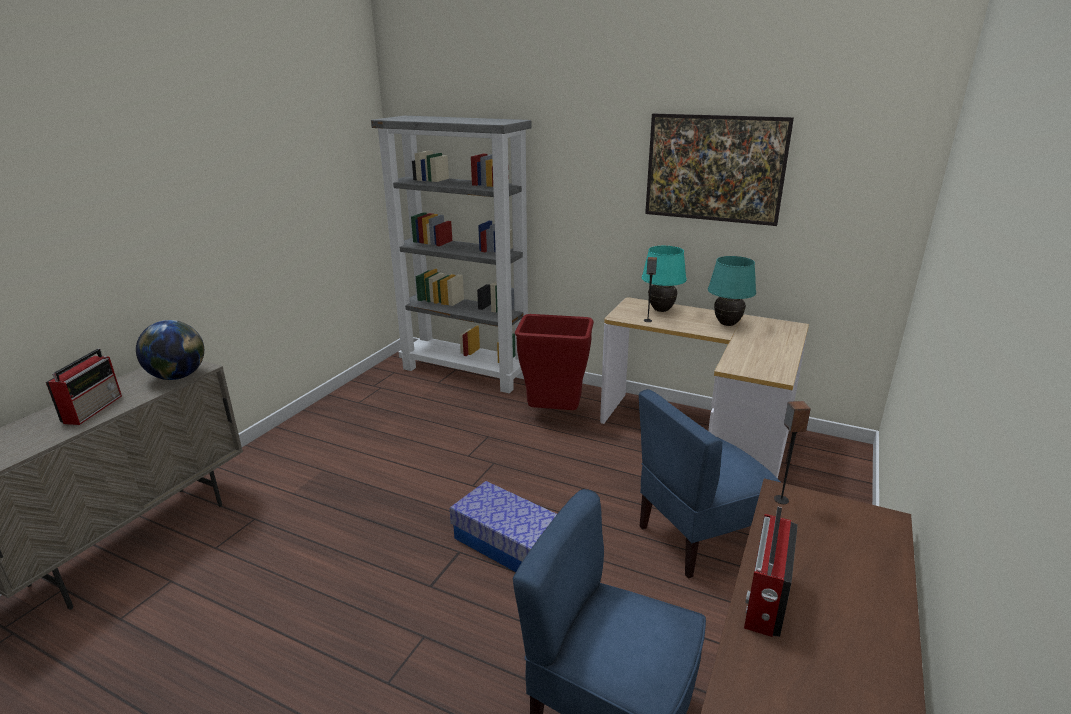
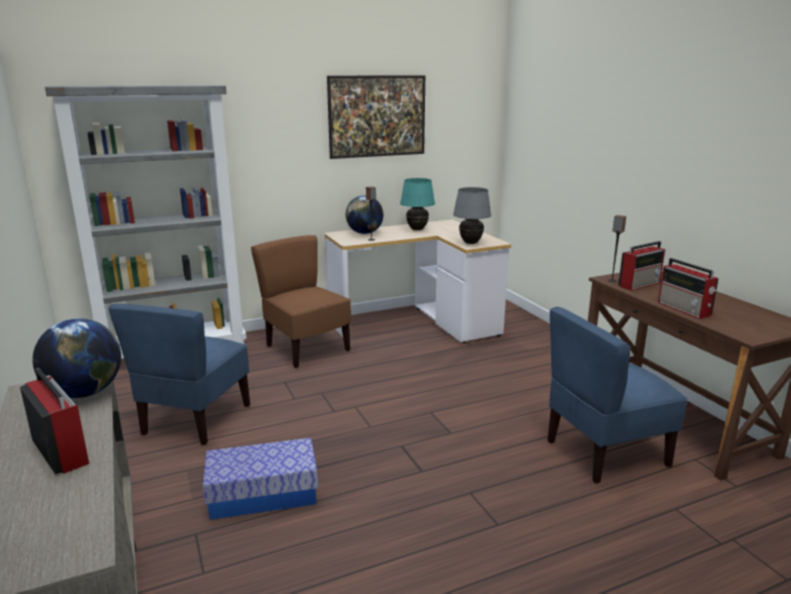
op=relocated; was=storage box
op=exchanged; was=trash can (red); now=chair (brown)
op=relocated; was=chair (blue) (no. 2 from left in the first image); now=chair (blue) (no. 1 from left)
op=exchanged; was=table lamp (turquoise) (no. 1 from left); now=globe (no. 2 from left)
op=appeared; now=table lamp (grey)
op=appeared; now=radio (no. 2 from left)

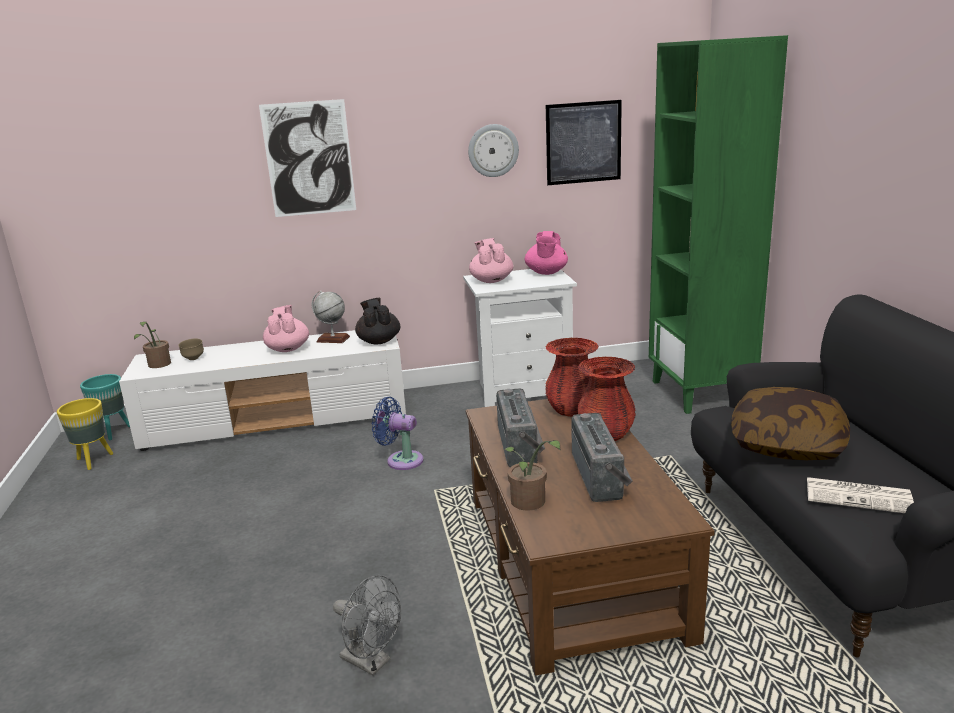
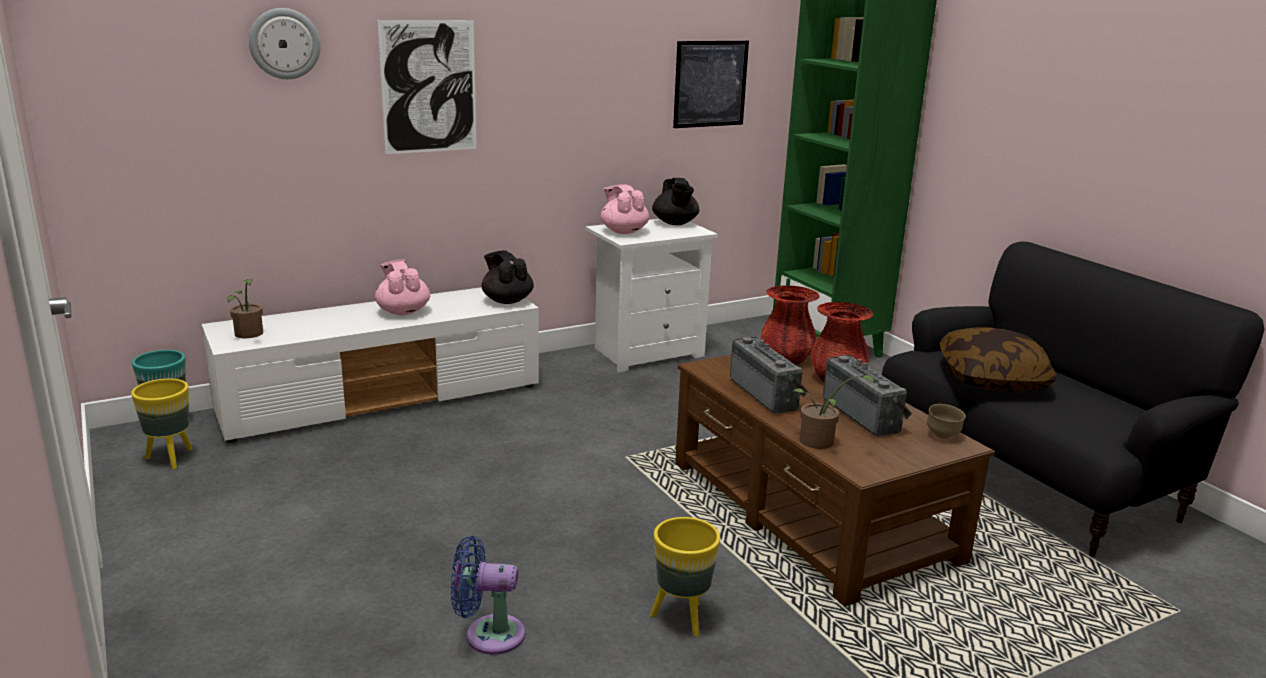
op=relocated; was=bowl (brown)
op=missing; was=globe
op=exchanged; was=fan (grey); now=planter (yellow) (no. 2 from left)
op=relocated; was=fan (blue)
op=relocated; was=wall clock
op=colour; was=teapot (pink) (no. 3 from left); now=teapot (black) (no. 2 from left)
op=missing; was=newspaper

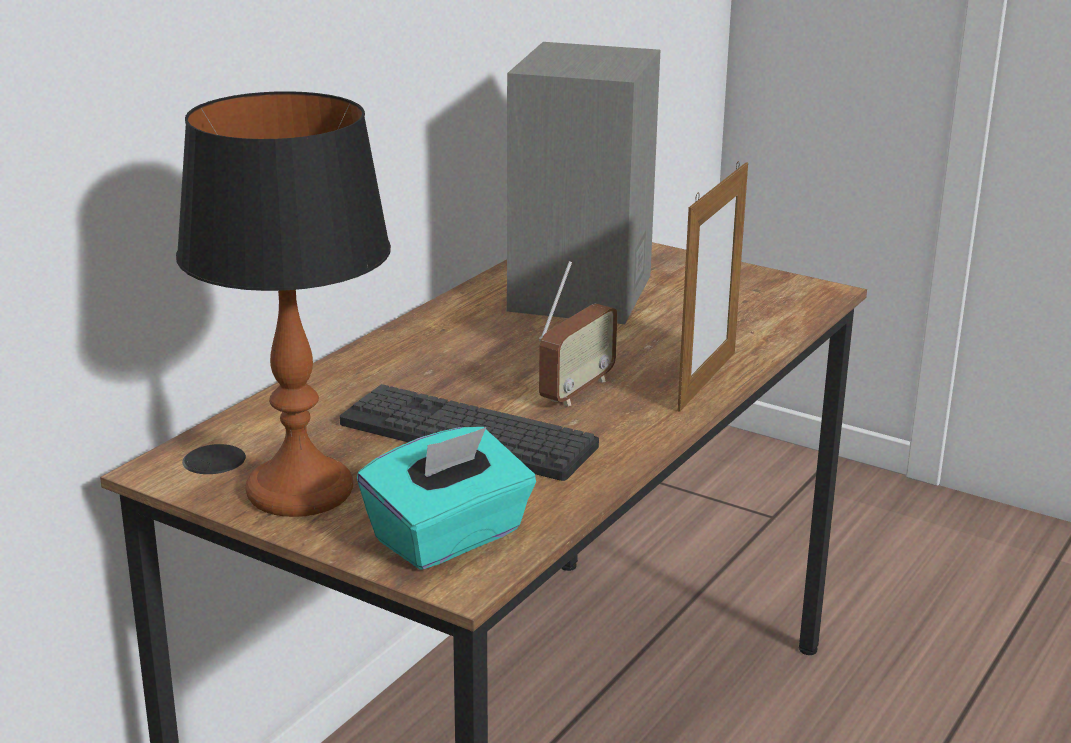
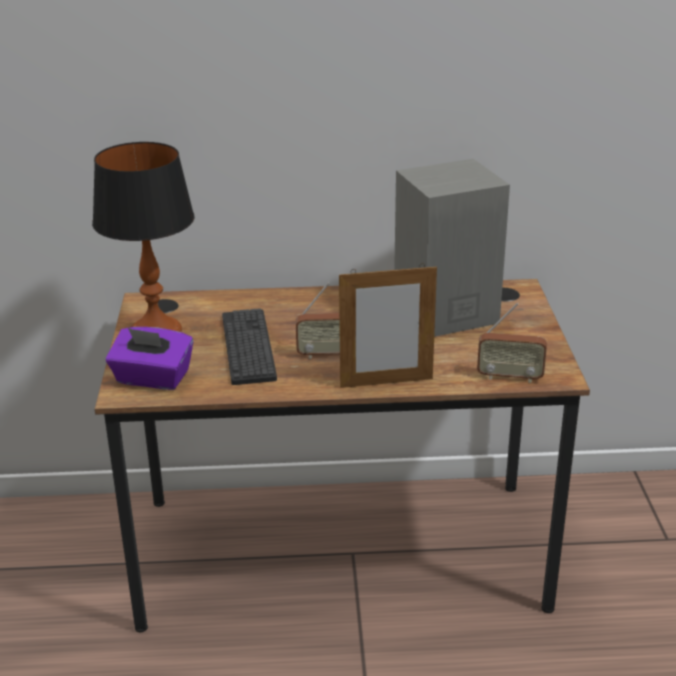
op=colour; was=tissue box (turquoise); now=tissue box (purple)
op=appeared; now=radio (no. 2 from left)

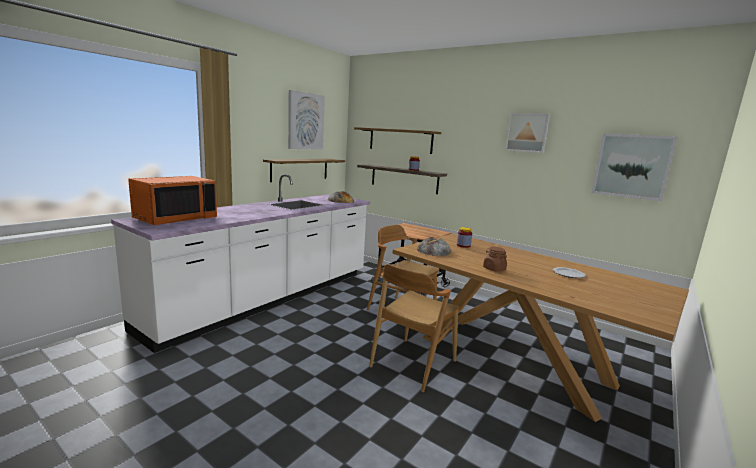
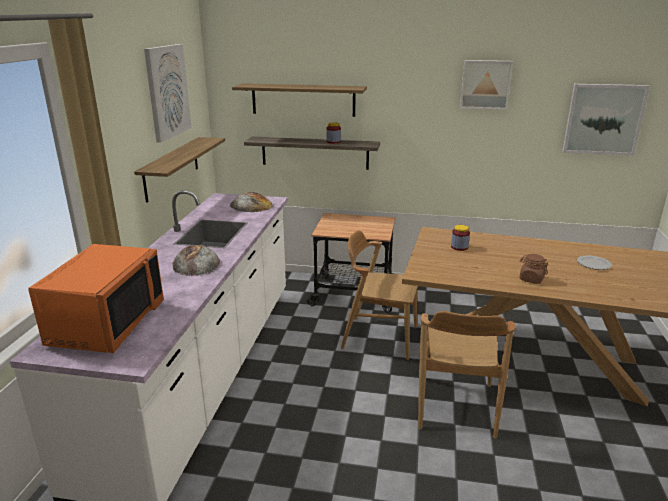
op=relocated; was=bread (no. 2 from left in the first image); now=bread (no. 1 from left)

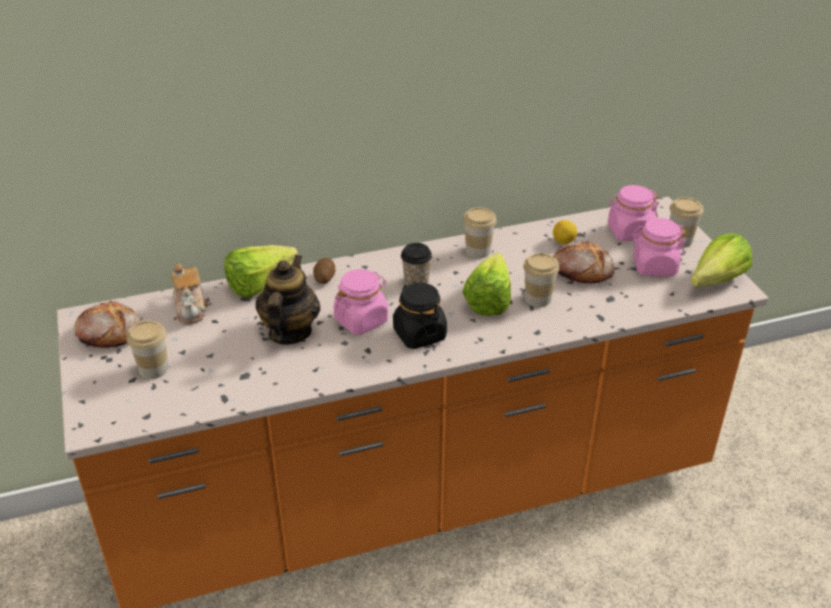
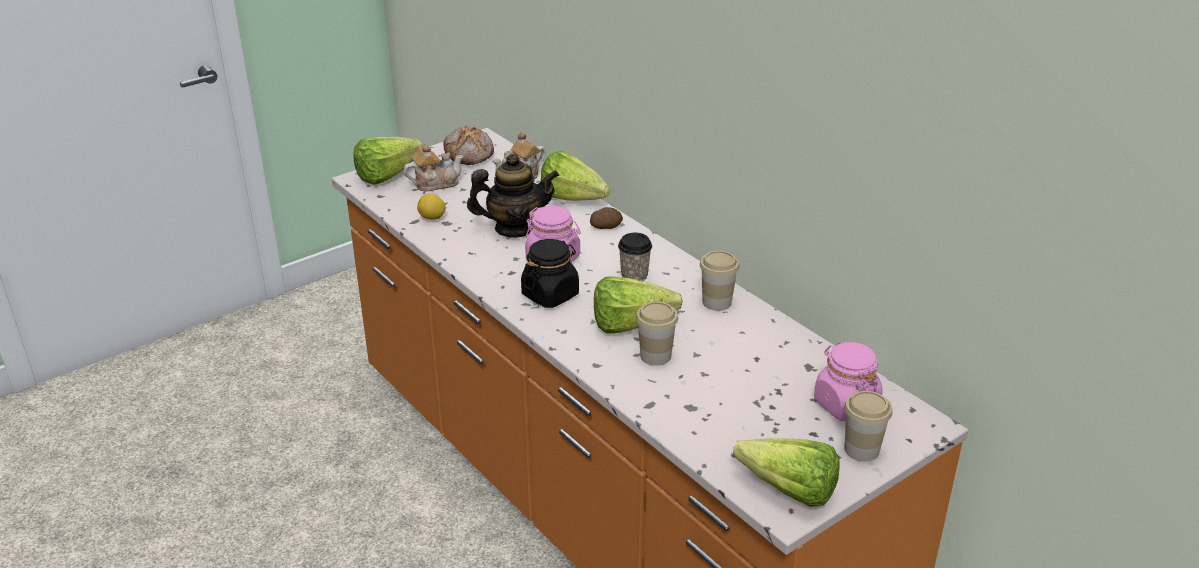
op=exchanged; was=cup (no. 1 from left); now=teapot (no. 1 from left)
op=relocated; was=lemon
op=missing; was=bread (no. 2 from left)
op=missing; was=jar (pink) (no. 3 from left)
op=appeared; now=lettuce (no. 1 from left)

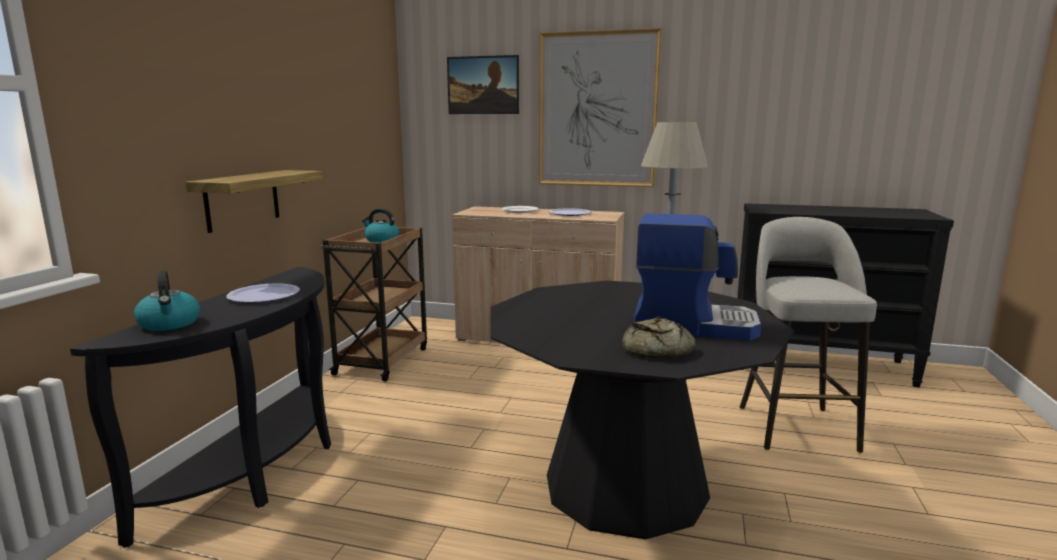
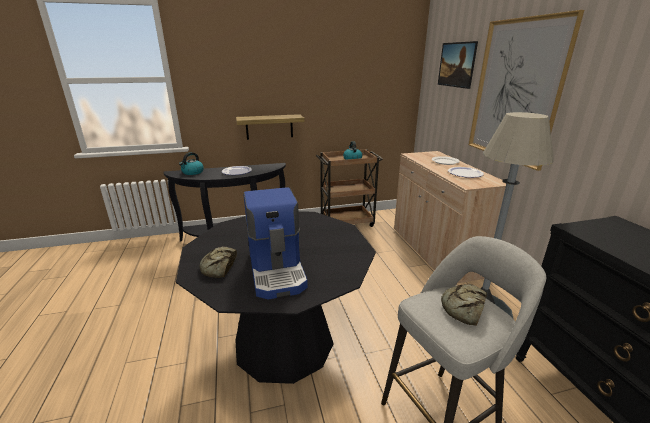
op=appeared; now=bread (no. 2 from left)

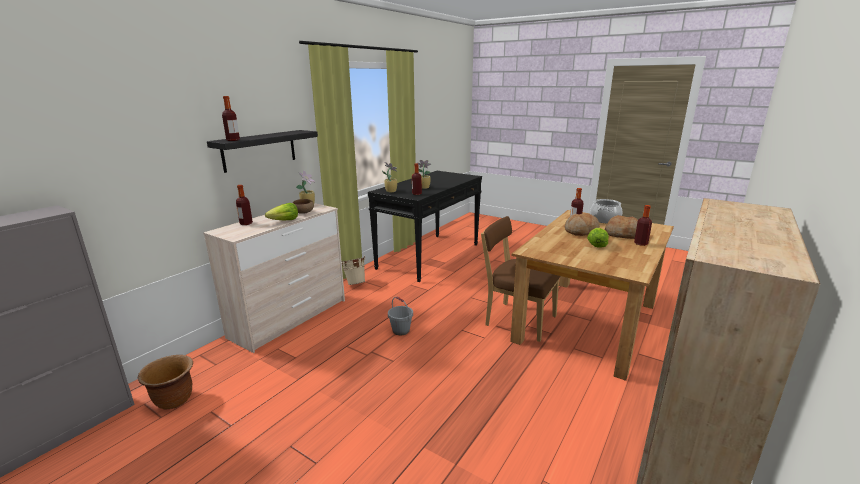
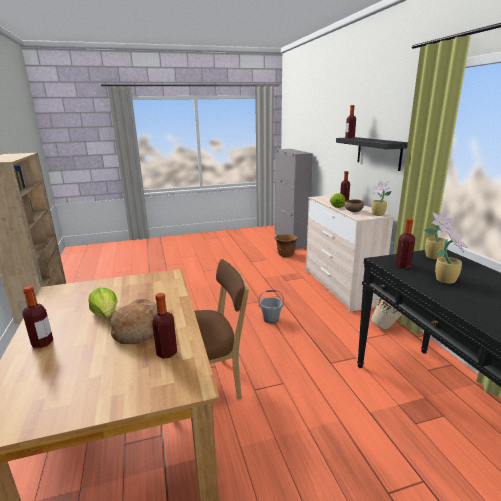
op=missing; was=cooking pot
op=missing; was=bread (no. 2 from left)

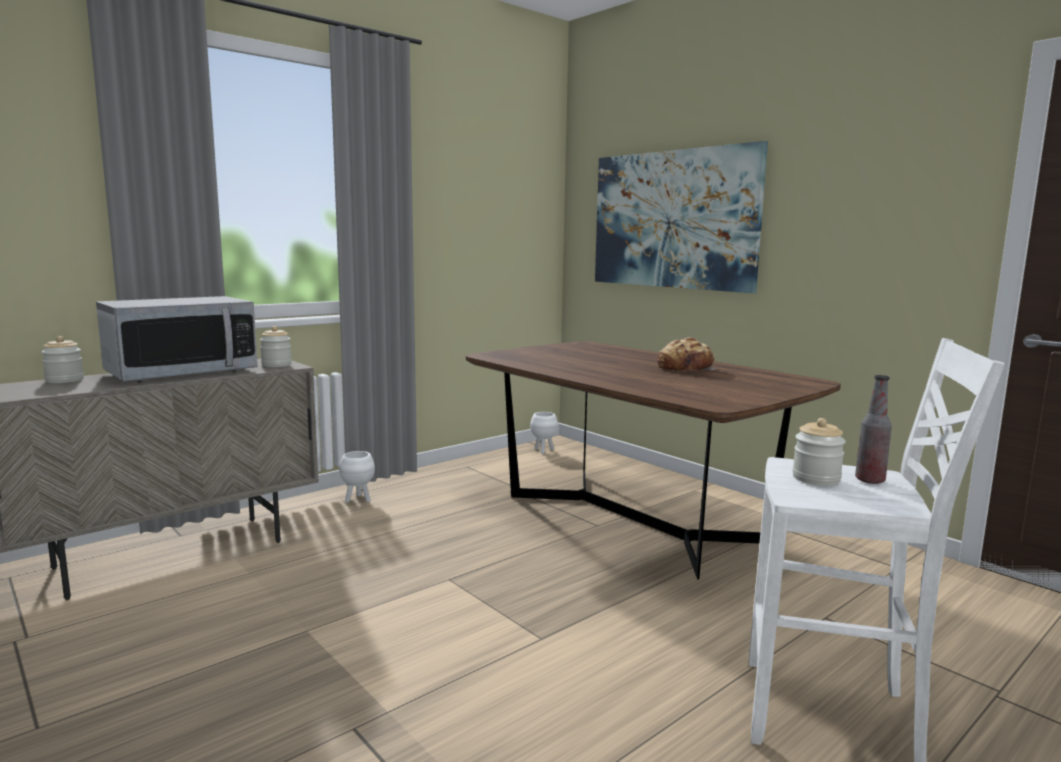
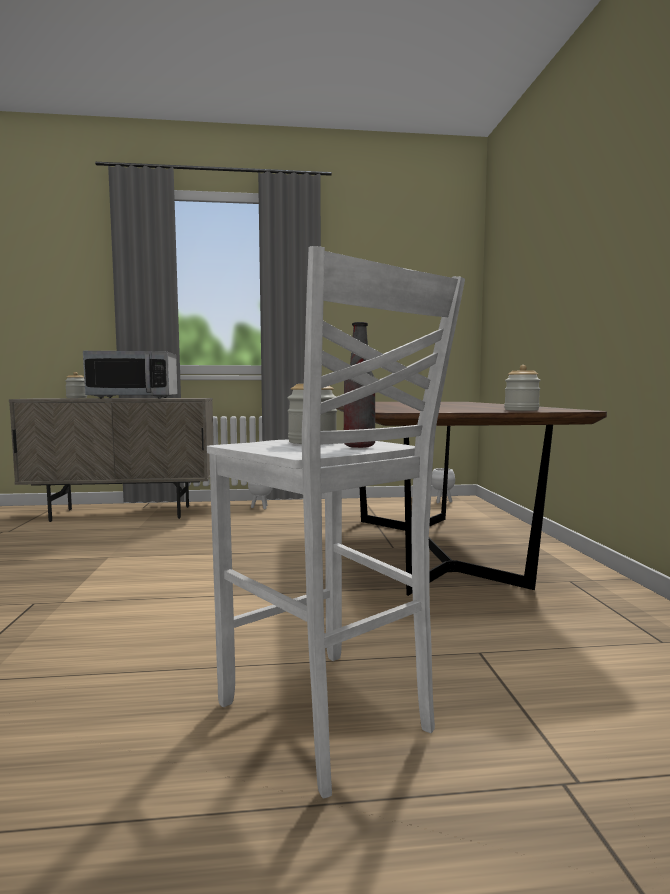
op=relocated; was=jar (no. 2 from left in the first image); now=jar (no. 3 from left)
op=missing; was=picture
op=missing; was=bread

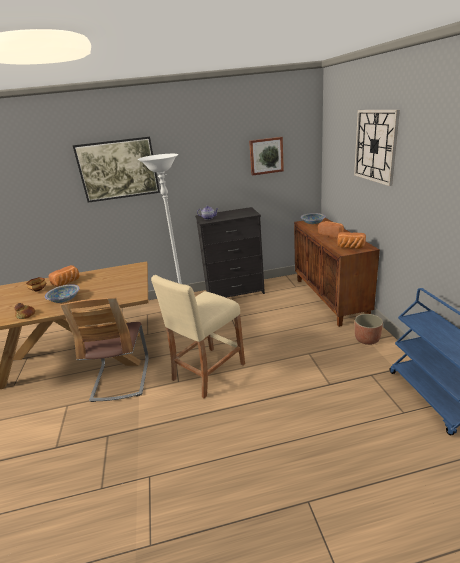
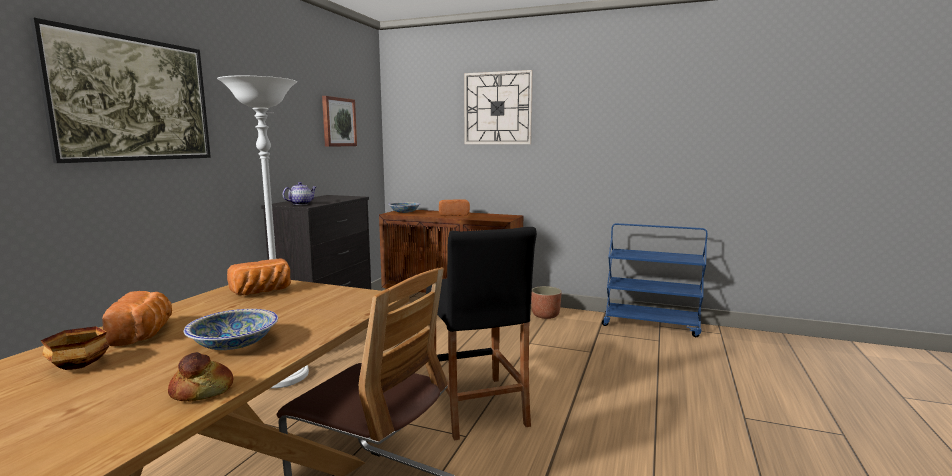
op=colour; was=stool (beige); now=stool (black)
op=relocated; was=bread (no. 4 from left in the first image); now=bread (no. 3 from left)

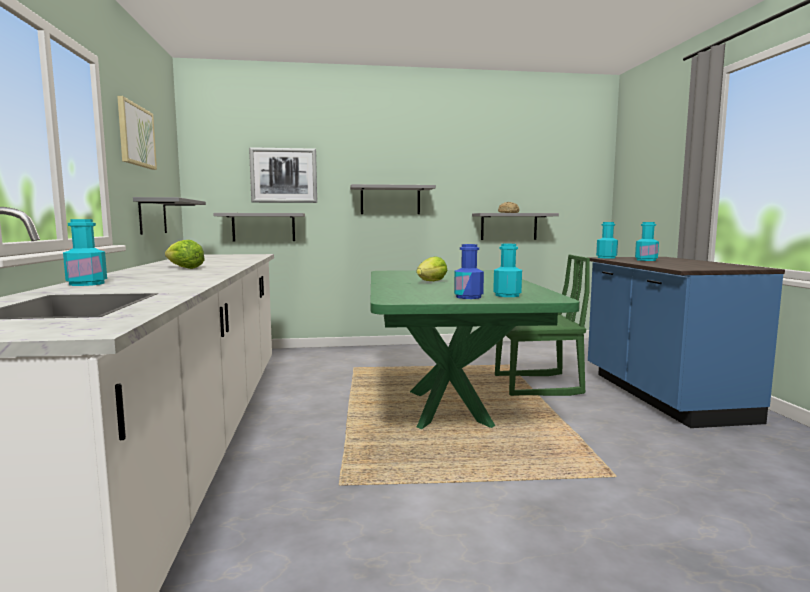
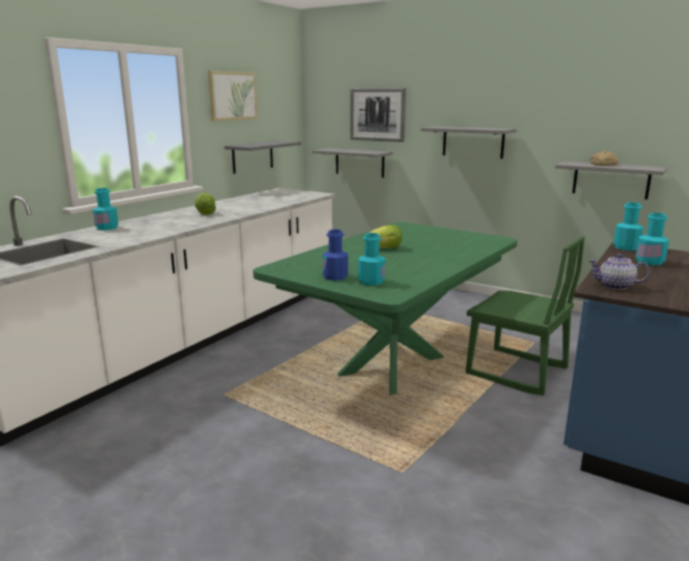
op=appeared; now=teapot

